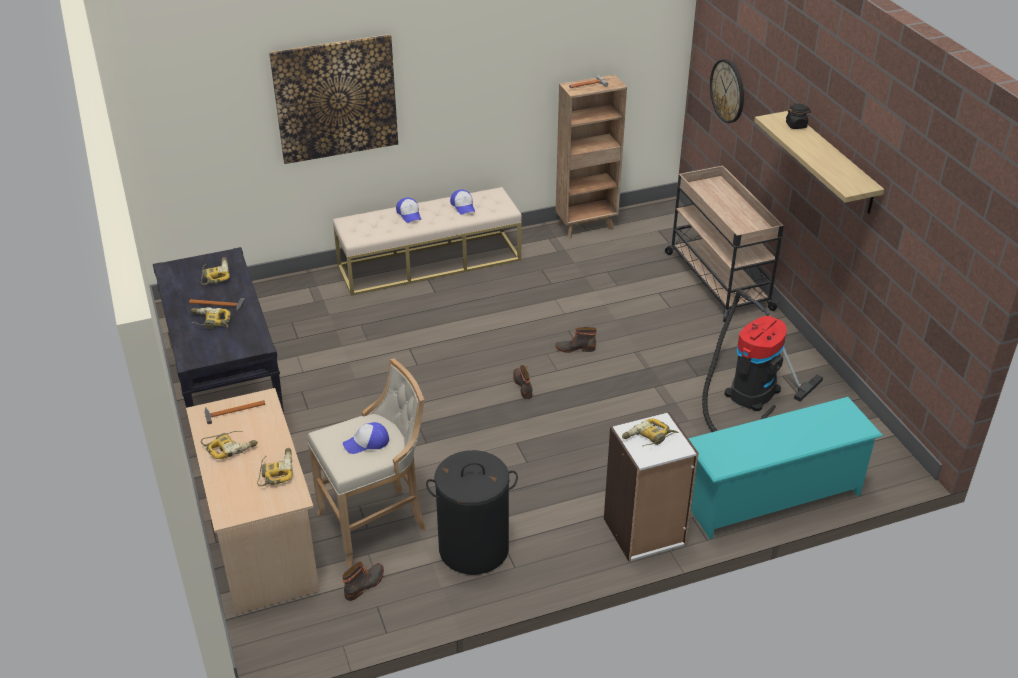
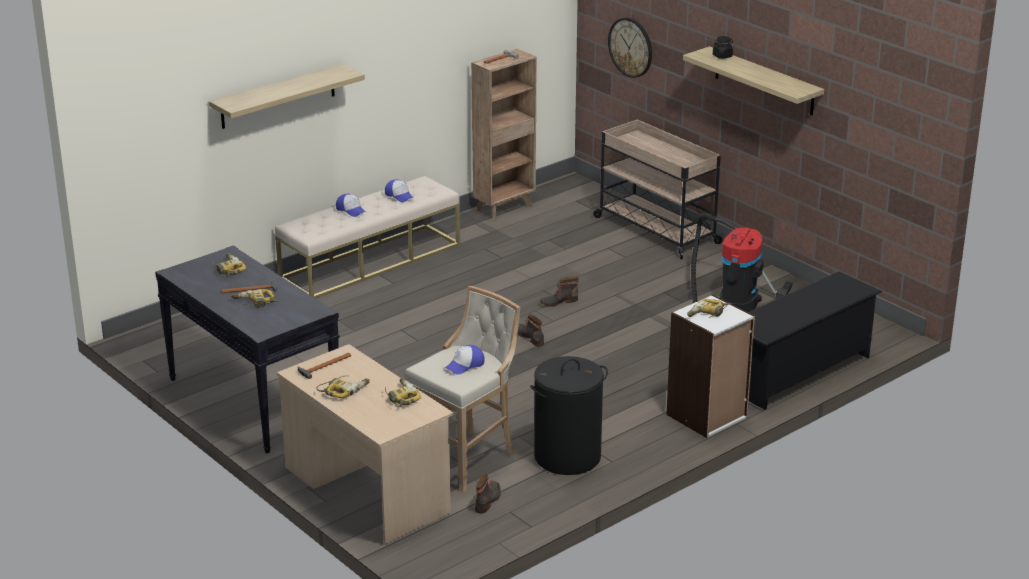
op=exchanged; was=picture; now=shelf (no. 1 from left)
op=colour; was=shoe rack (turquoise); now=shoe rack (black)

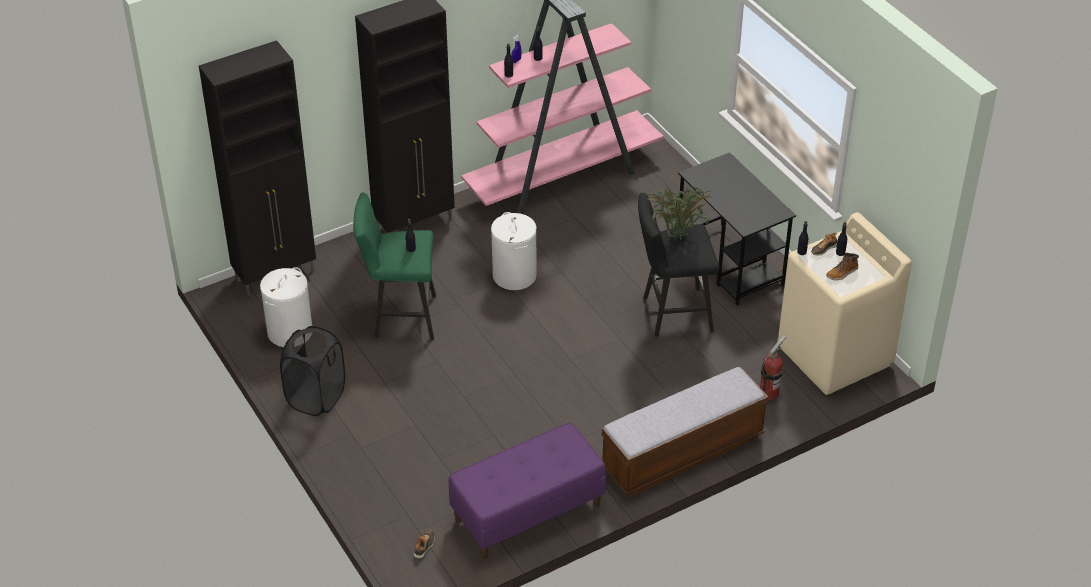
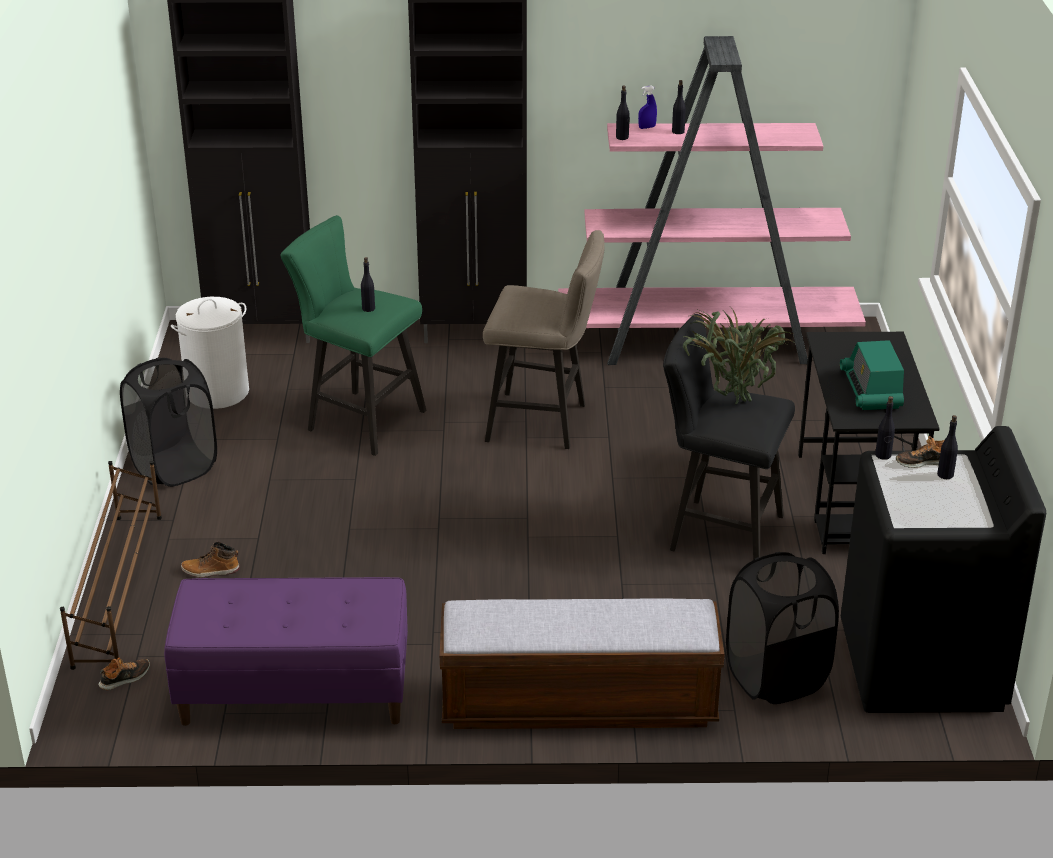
op=exchanged; was=laundry basket (white) (no. 2 from left); now=stool (beige)
op=exchanged; was=fire extinguisher; now=laundry basket (black) (no. 2 from left)
op=colour; was=washing machine (beige); now=washing machine (black)
op=relocated; was=boot
op=appeared; now=shoe rack (brown)
op=appeared; now=radio

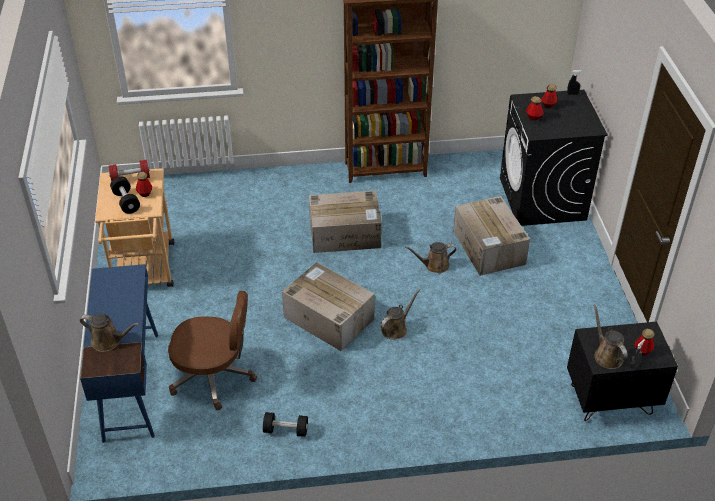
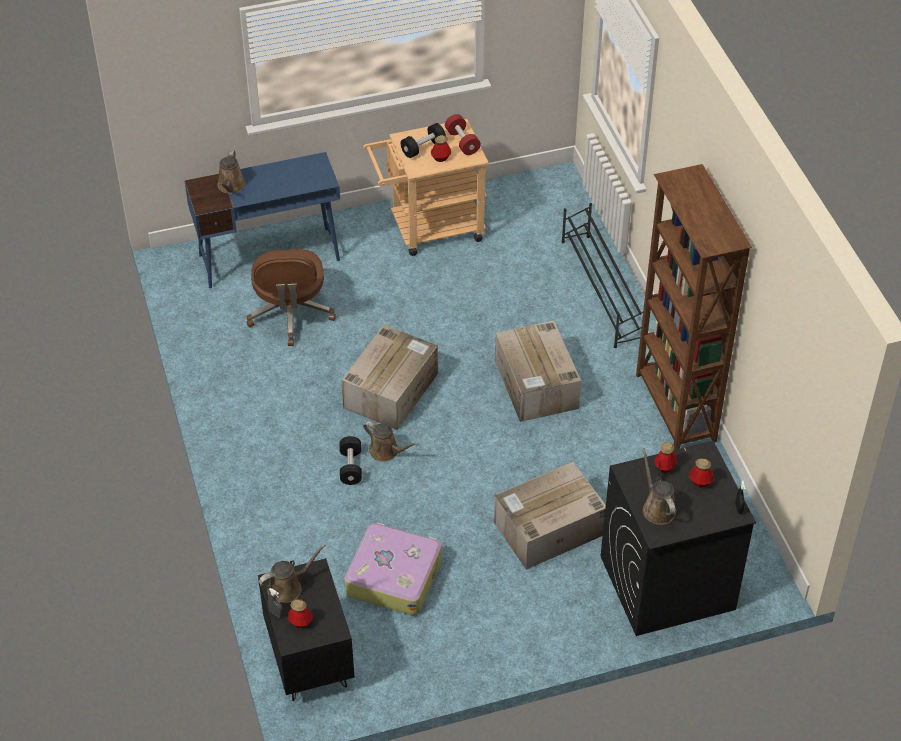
op=relocated; was=dumbbell (black) (no. 2 from left in the first image); now=dumbbell (black) (no. 1 from left)
op=relocated; was=watering can (brown) (no. 3 from left in the first image); now=watering can (brown) (no. 4 from left)
op=appeared; now=suitcase
op=appeared; now=shoe rack (black)

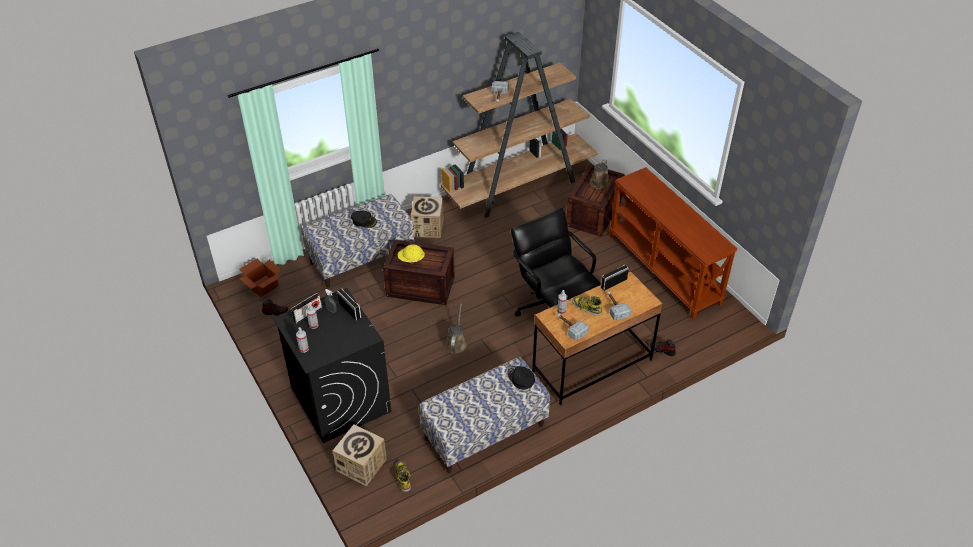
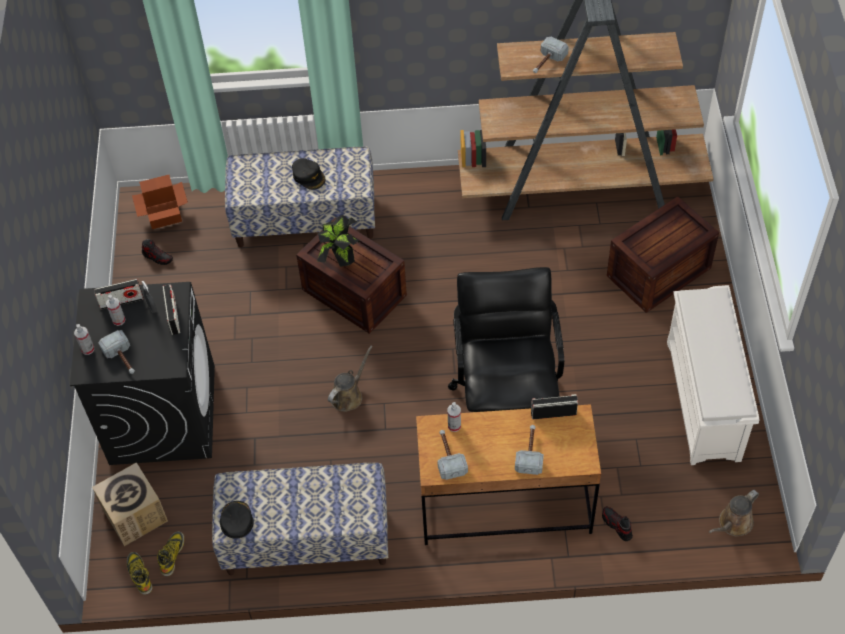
op=exchanged; was=hard hat (yellow); now=potted plant
op=missing; was=cardboard box (no. 3 from left)
op=relocated; was=cap (black) (no. 2 from left in the first image); now=cap (black) (no. 1 from left)
op=relocated; was=boot (no. 2 from left in the first image); now=boot (no. 1 from left)
op=relocated; was=watering can (brown) (no. 2 from left)
op=exchanged; was=console table (brown); now=shoe rack (white)
op=appeared; now=hammer (no. 1 from left)

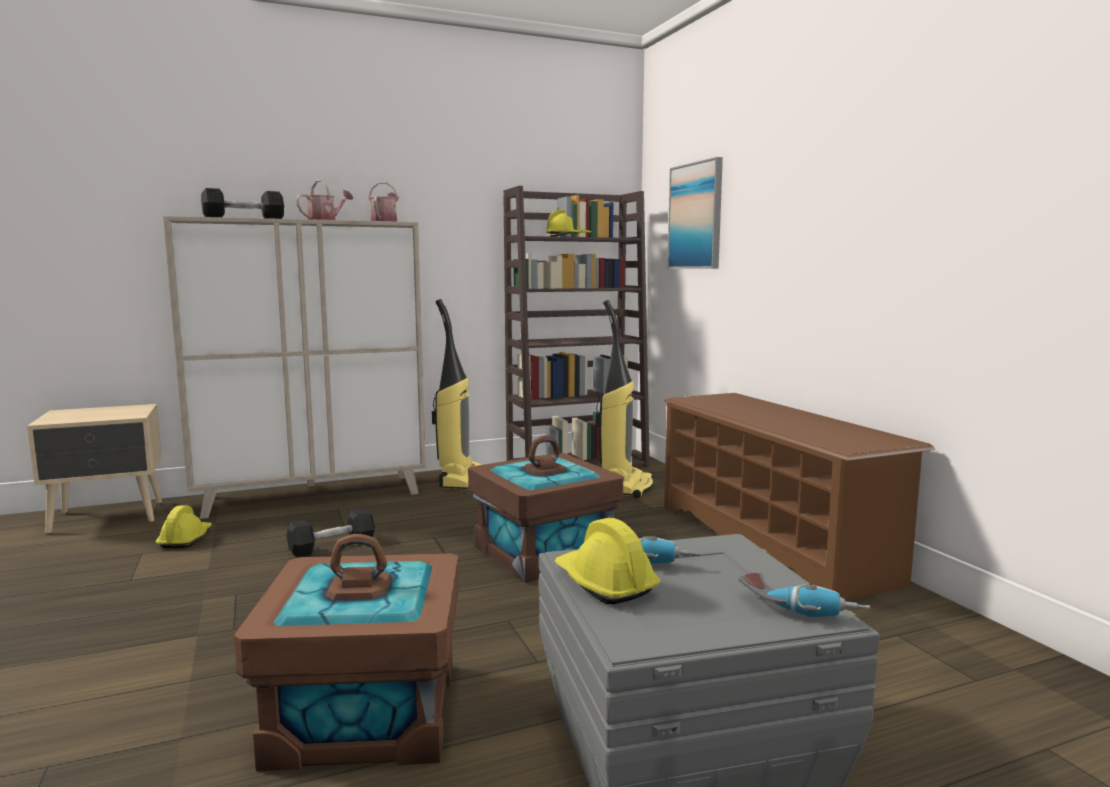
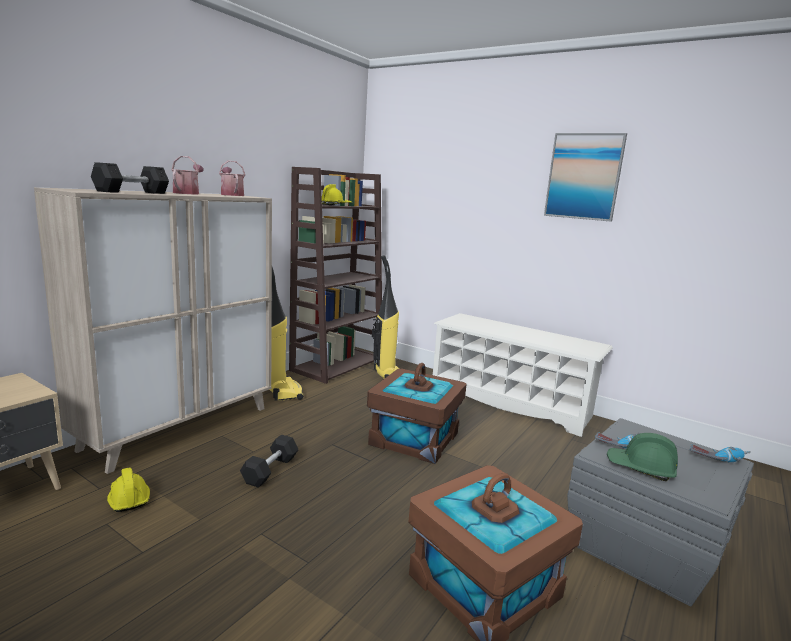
op=colour; was=hard hat (yellow) (no. 3 from left); now=hard hat (green)
op=colour; was=shoe rack (brown); now=shoe rack (white)
op=relocated; was=picture

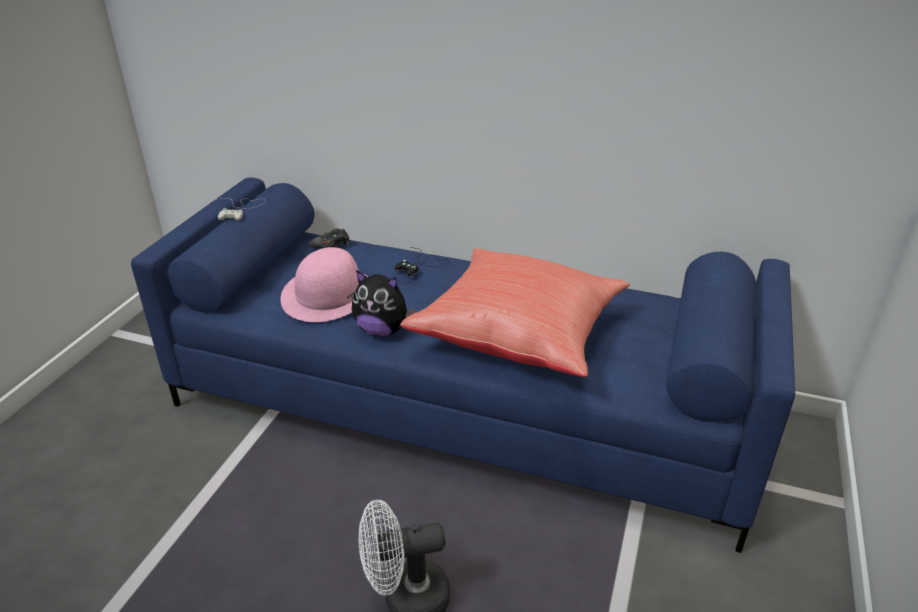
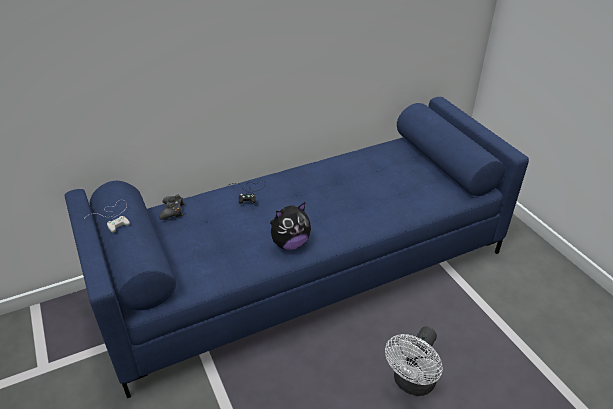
op=missing; was=hat (pink)
op=missing; was=pillow (red)

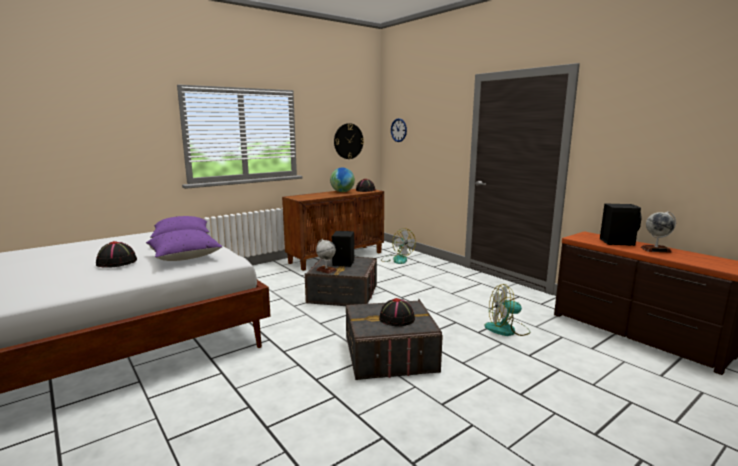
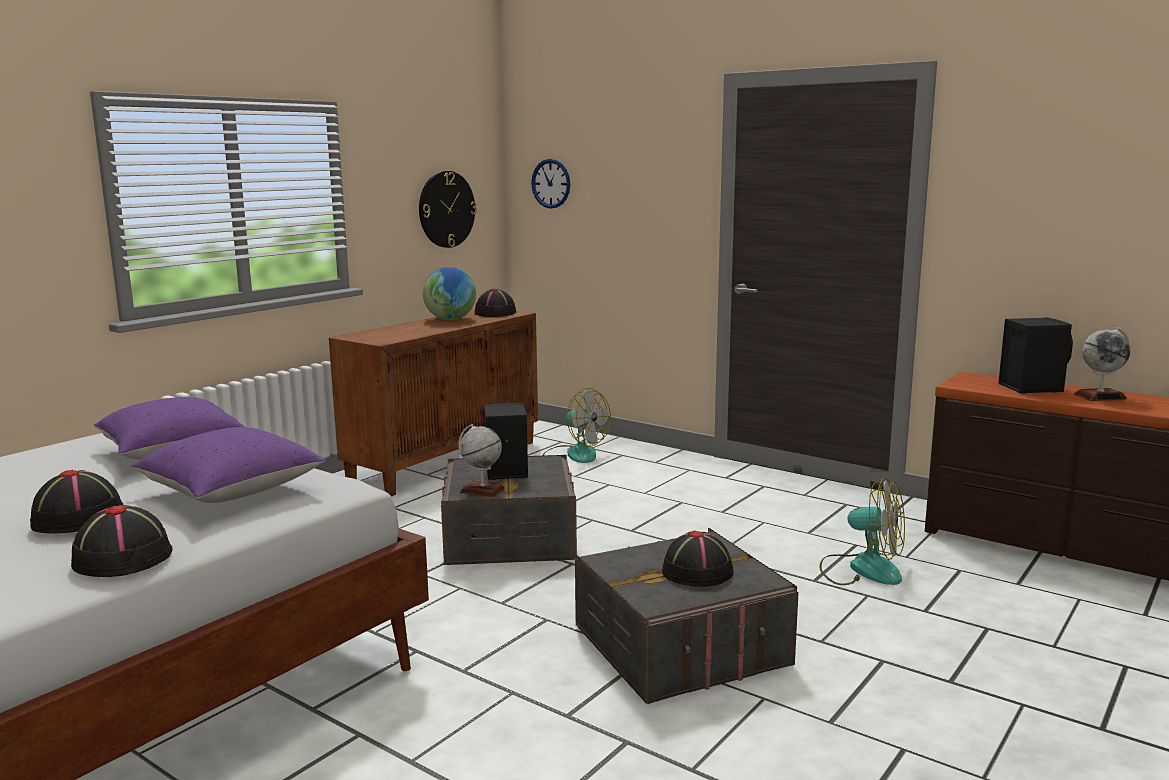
op=spun; was=fan (no. 2 from left); clockwise=-135
op=appeared; now=hat (black) (no. 2 from left)

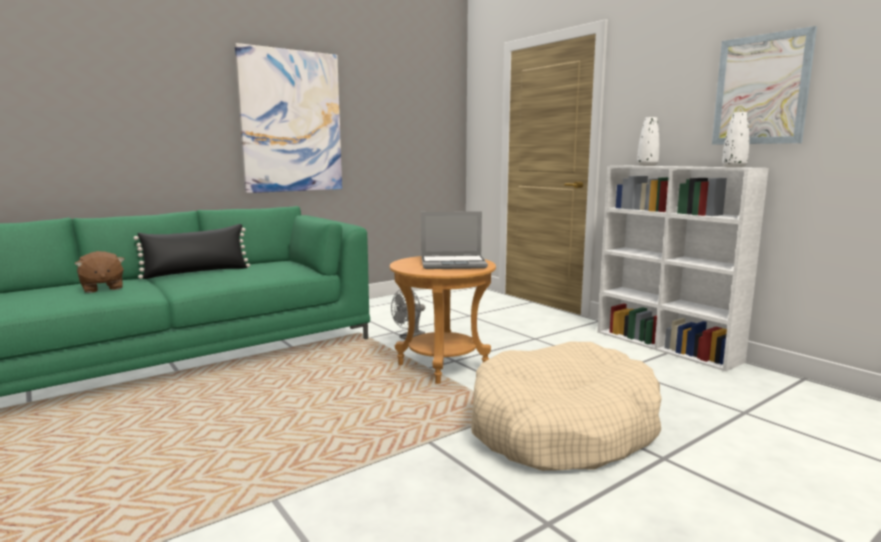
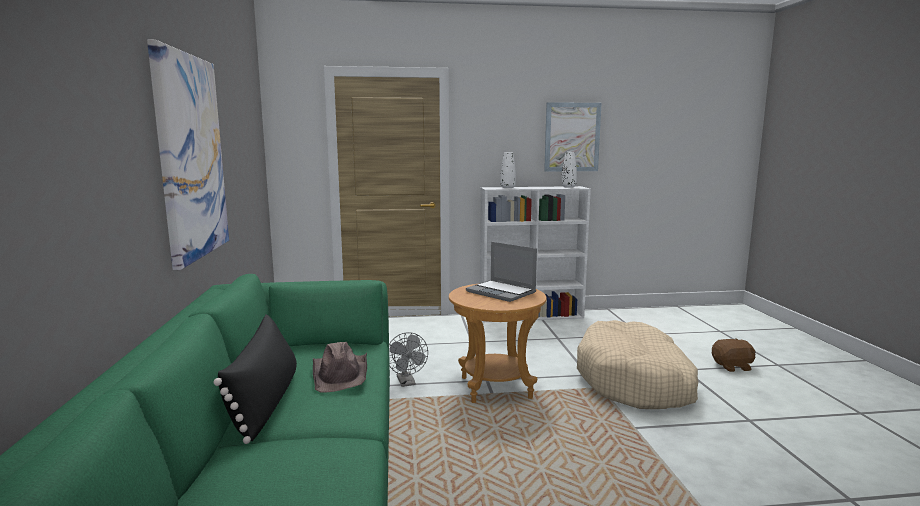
op=relocated; was=plush toy (brown)
op=spun; was=laptop; clockwise=105
op=appeared; now=hat (brown)

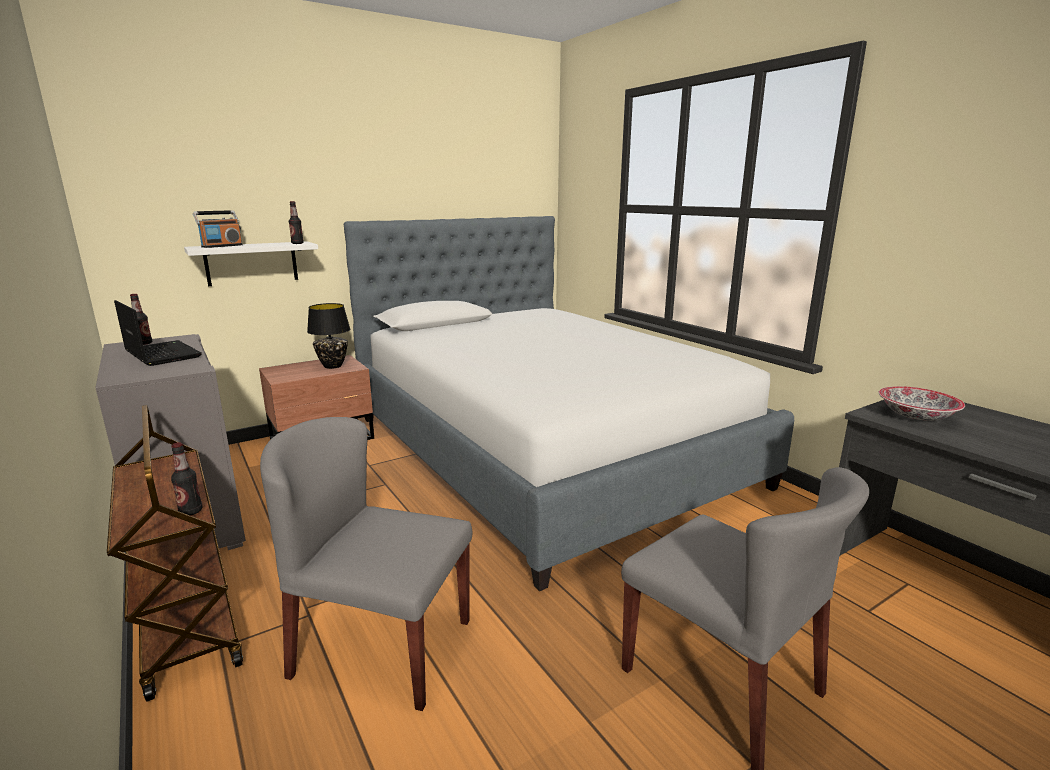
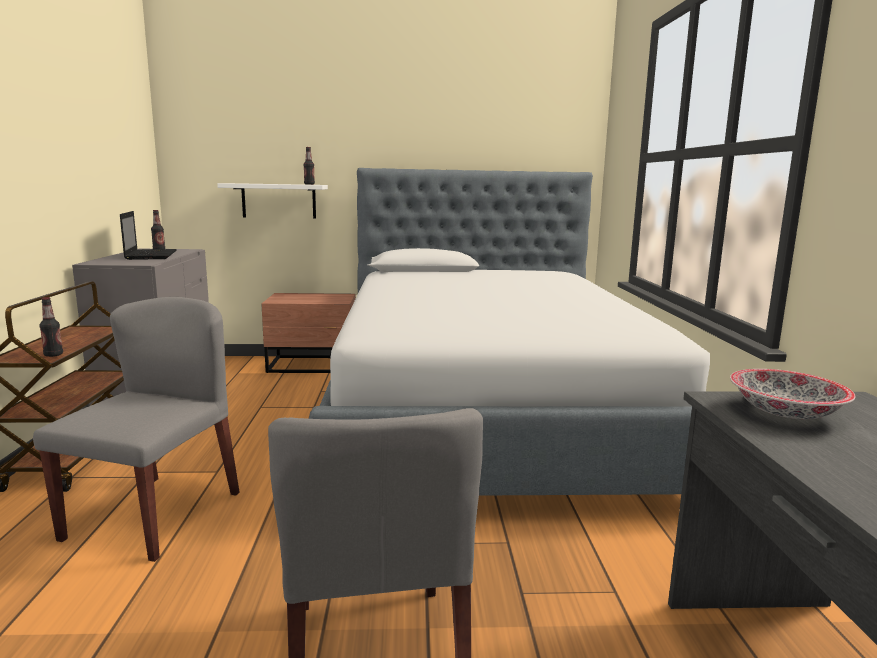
op=missing; was=radio
op=spun; was=chair (grey) (no. 1 from left); clockwise=60
op=missing; was=table lamp (black)

